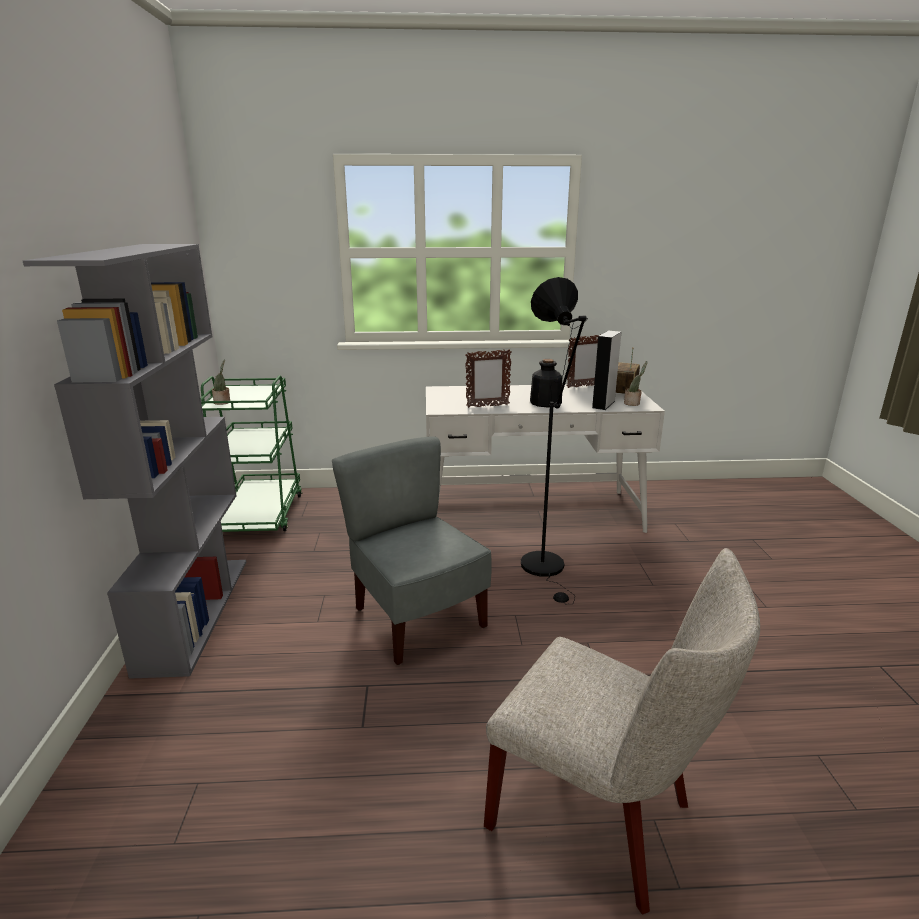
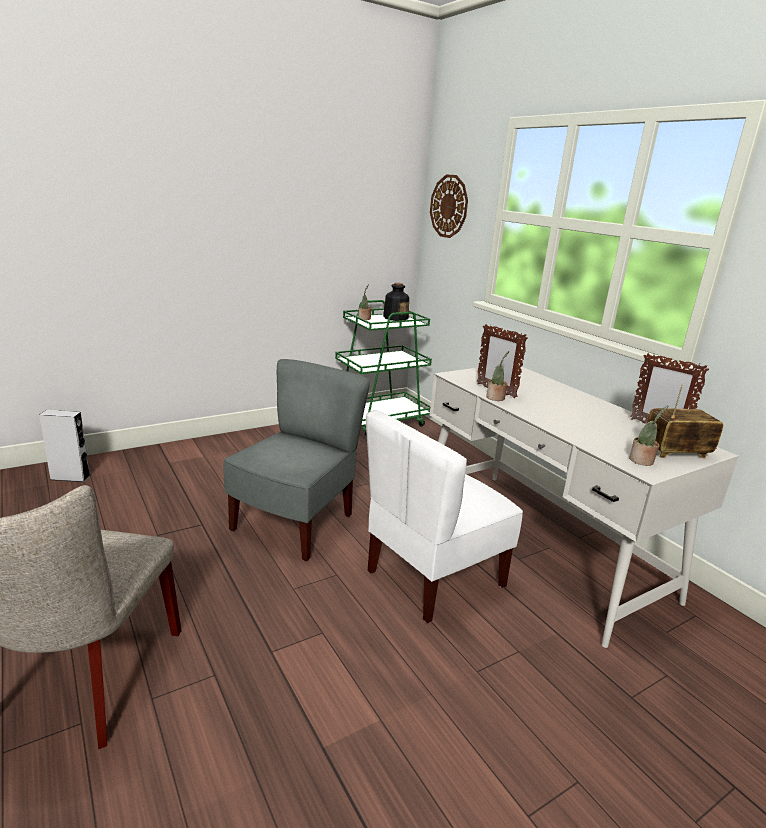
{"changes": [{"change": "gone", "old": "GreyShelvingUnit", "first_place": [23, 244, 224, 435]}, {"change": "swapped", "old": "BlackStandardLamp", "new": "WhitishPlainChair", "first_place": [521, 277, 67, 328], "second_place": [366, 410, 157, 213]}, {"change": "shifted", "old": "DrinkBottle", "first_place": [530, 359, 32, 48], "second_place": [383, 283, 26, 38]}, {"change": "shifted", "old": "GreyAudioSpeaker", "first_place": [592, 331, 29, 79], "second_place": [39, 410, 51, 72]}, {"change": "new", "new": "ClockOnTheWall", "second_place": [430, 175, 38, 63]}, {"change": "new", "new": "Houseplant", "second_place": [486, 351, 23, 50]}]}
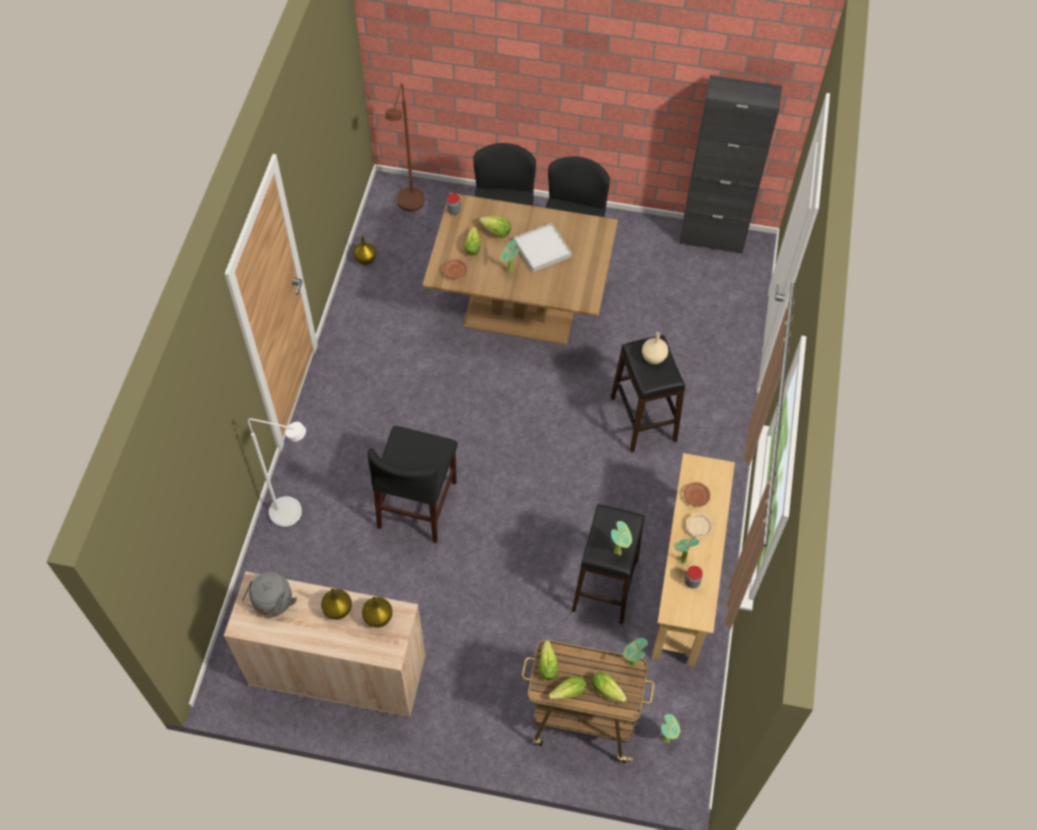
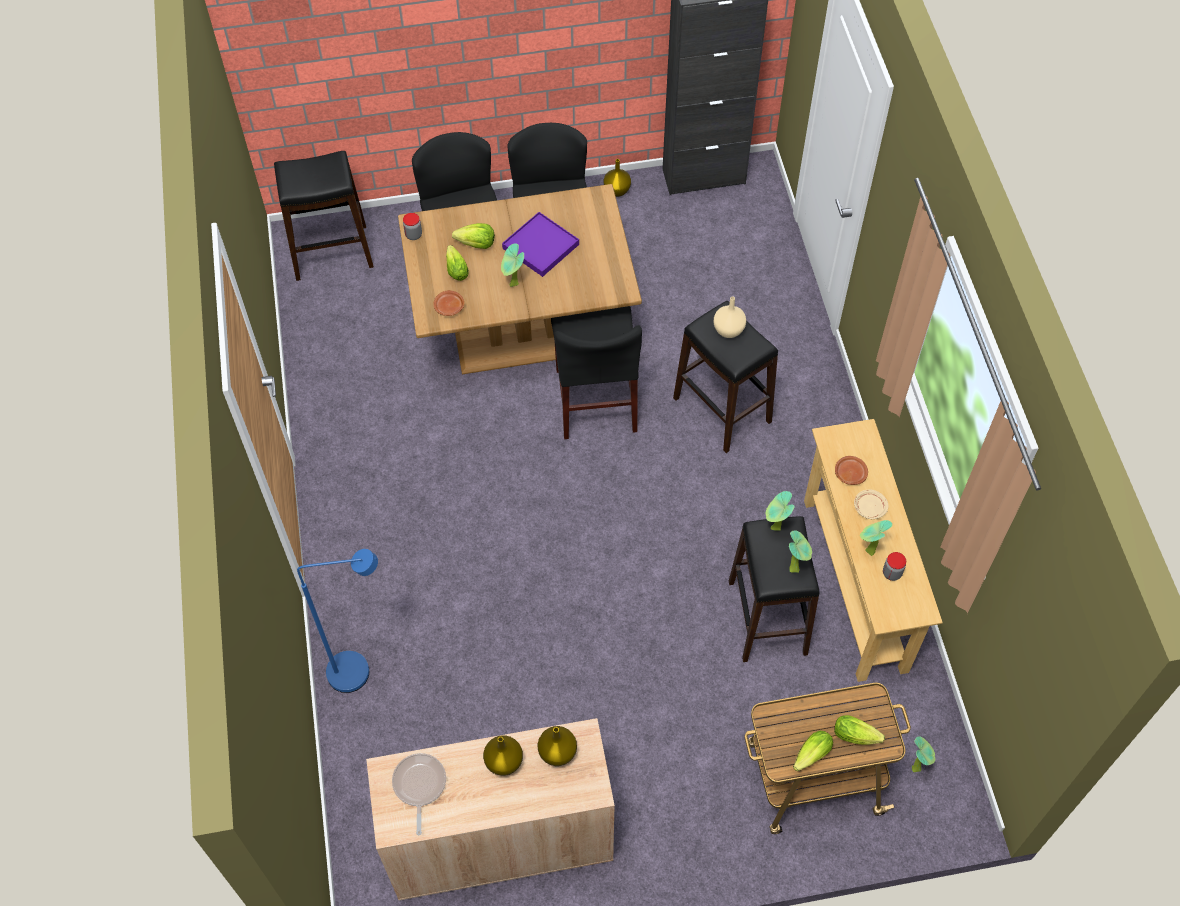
{"changes": [{"change": "swapped", "old": "GreyTeaKettle", "new": "Pan", "first_place": [242, 572, 55, 45], "second_place": [392, 753, 54, 82]}, {"change": "repainted", "old": "WhitishStandardLamp", "new": "BlueStandardLamp", "first_place": [248, 418, 58, 110], "second_place": [297, 549, 81, 144]}, {"change": "shifted", "old": "YellowDecorativeVase", "first_place": [353, 235, 23, 30], "second_place": [604, 159, 27, 38]}, {"change": "shifted", "old": "BlackPlainChair", "first_place": [368, 426, 90, 117], "second_place": [551, 306, 91, 133]}, {"change": "swapped", "old": "BrownColouredStandardLamp", "new": "BlackStoolSeat", "first_place": [385, 83, 40, 128], "second_place": [274, 151, 100, 130]}, {"change": "repainted", "old": "WhitishTray", "new": "PurplishTray", "first_place": [514, 223, 58, 49], "second_place": [502, 212, 77, 65]}, {"change": "gone", "old": "HeadOfLettuce", "first_place": [539, 641, 20, 39]}, {"change": "shifted", "old": "Houseplant", "first_place": [623, 638, 25, 28], "second_place": [766, 491, 28, 40]}]}
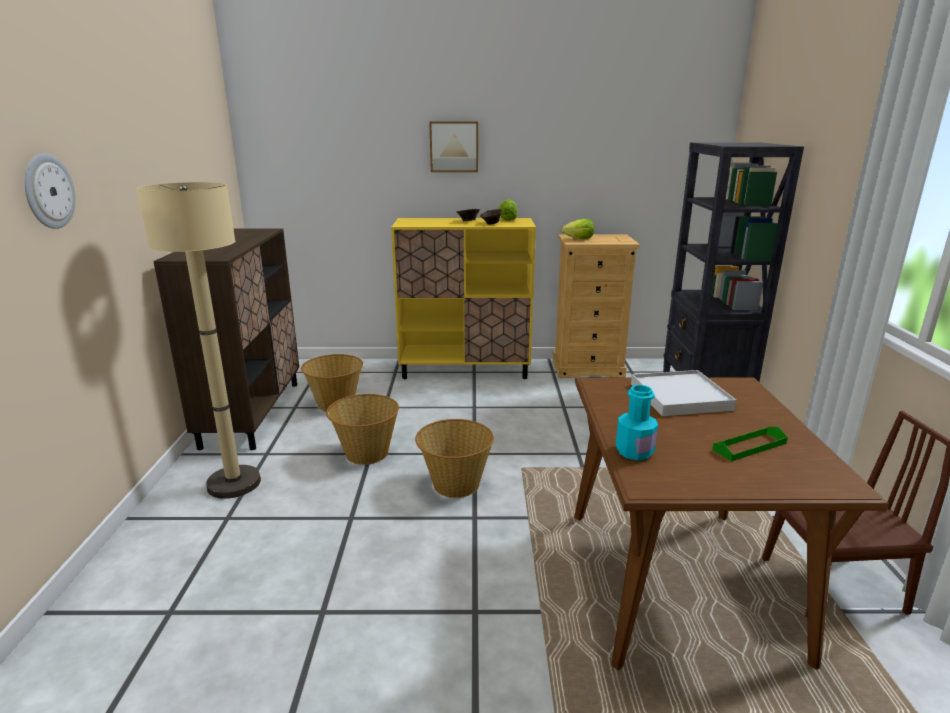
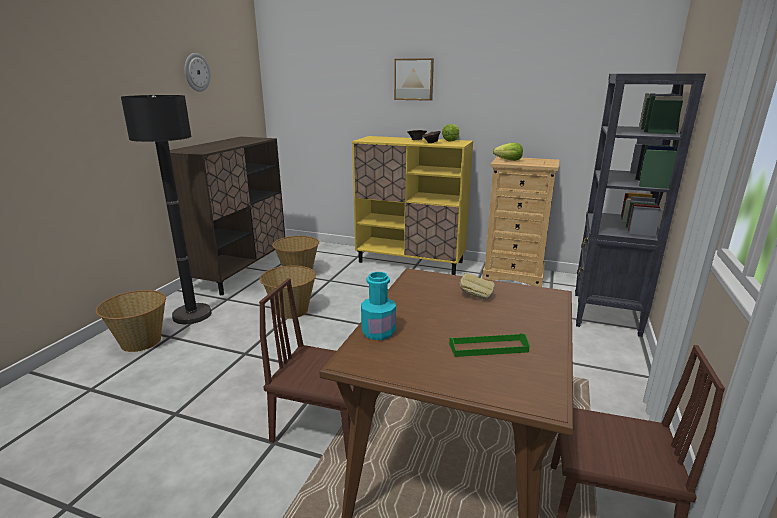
{"changes": [{"change": "shifted", "old": "ClockOnTheWall", "first_place": [24, 153, 52, 76], "second_place": [185, 53, 26, 39]}, {"change": "repainted", "old": "SandColouredStandardLamp", "new": "BlackStandardLamp", "first_place": [137, 182, 124, 317], "second_place": [121, 95, 91, 229]}, {"change": "shifted", "old": "StorageBasket", "first_place": [415, 419, 79, 79], "second_place": [95, 290, 71, 62]}, {"change": "swapped", "old": "WhitishTray", "new": "Bread", "first_place": [631, 370, 105, 46], "second_place": [459, 273, 36, 26]}, {"change": "new", "new": "BrownColouredPlainChair", "second_place": [259, 278, 116, 181]}]}
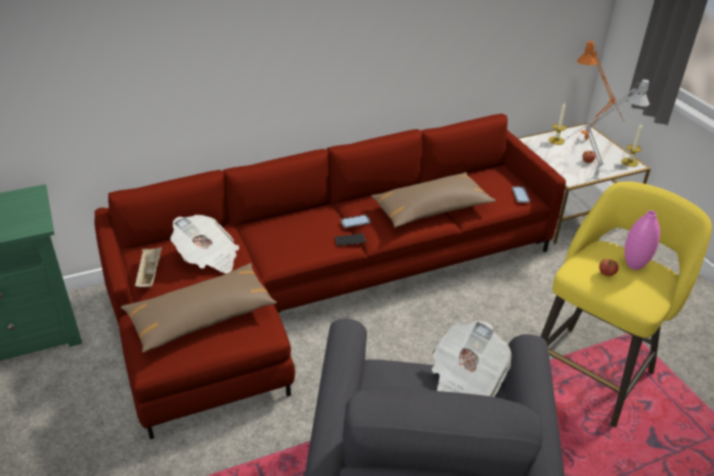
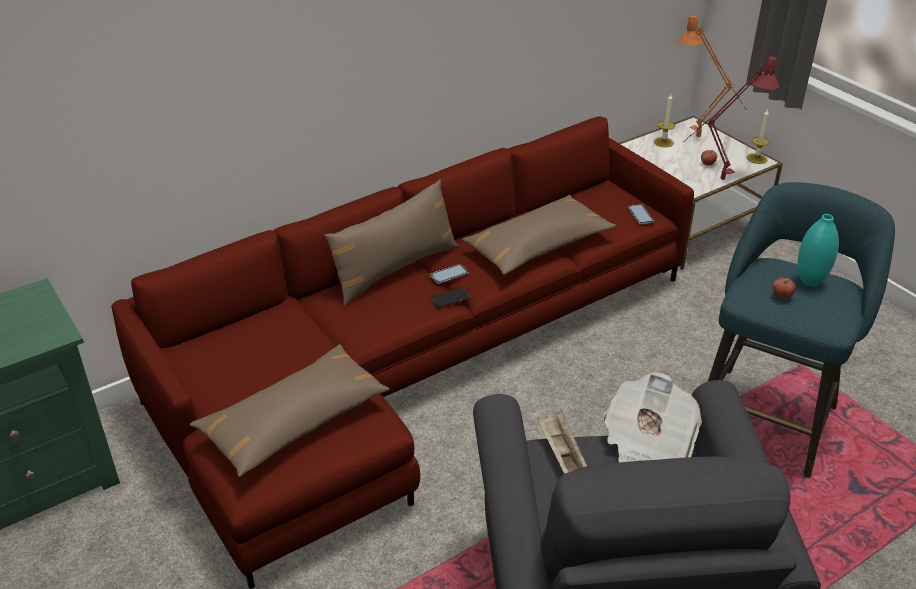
{"changes": [{"change": "shifted", "old": "SandColouredTray", "first_place": [135, 247, 27, 40], "second_place": [537, 410, 50, 64]}, {"change": "gone", "old": "PrintedPaper", "first_place": [171, 215, 68, 59]}, {"change": "repainted", "old": "YellowStoolSeat", "new": "TurquoiseStoolSeat", "first_place": [540, 181, 172, 246], "second_place": [708, 182, 187, 296]}, {"change": "repainted", "old": "GreyTableLamp", "new": "RedTableLamp", "first_place": [565, 79, 85, 97], "second_place": [682, 57, 98, 123]}, {"change": "repainted", "old": "PinkishDecorativeVase", "new": "TurquoiseDecorativeVase", "first_place": [624, 211, 36, 59], "second_place": [797, 214, 42, 73]}, {"change": "new", "new": "BrownColouredCushion", "second_place": [325, 180, 133, 126]}]}
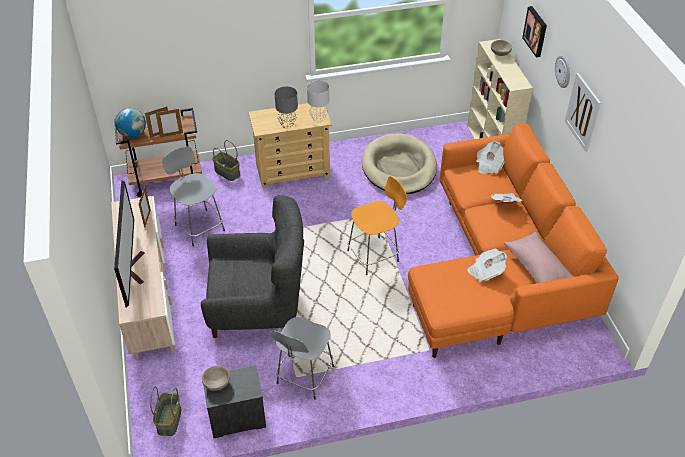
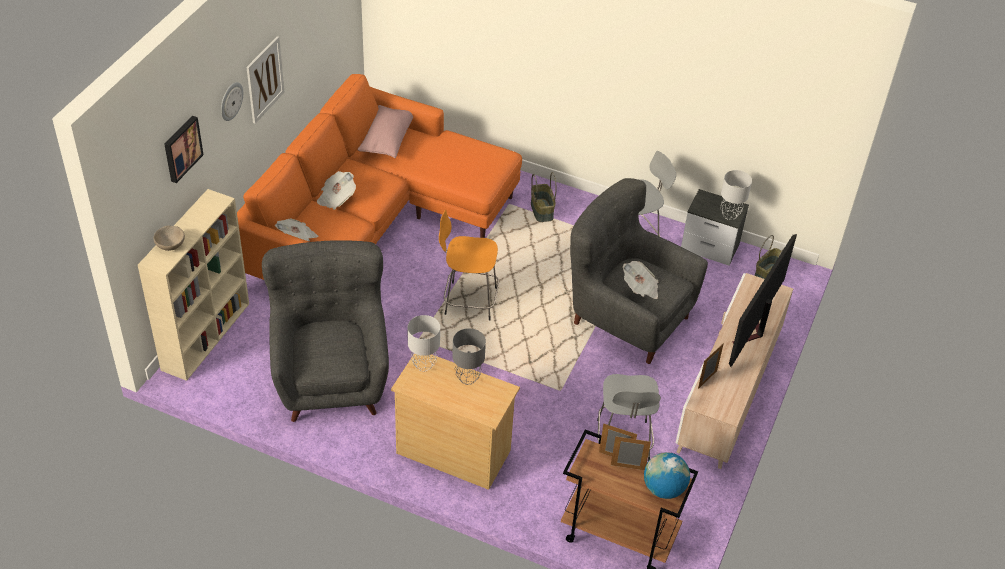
{"changes": [{"change": "swapped", "old": "SandColouredDeepDish", "new": "GreyTableLamp", "first_place": [202, 366, 28, 25], "second_place": [720, 170, 32, 50]}, {"change": "shifted", "old": "StorageBasket", "first_place": [212, 140, 28, 41], "second_place": [531, 172, 26, 50]}, {"change": "swapped", "old": "SandColouredDogBed", "new": "GreyEasyChair", "first_place": [362, 133, 75, 61], "second_place": [262, 240, 127, 182]}, {"change": "shifted", "old": "PrintedPaper", "first_place": [467, 249, 40, 33], "second_place": [623, 261, 35, 38]}]}
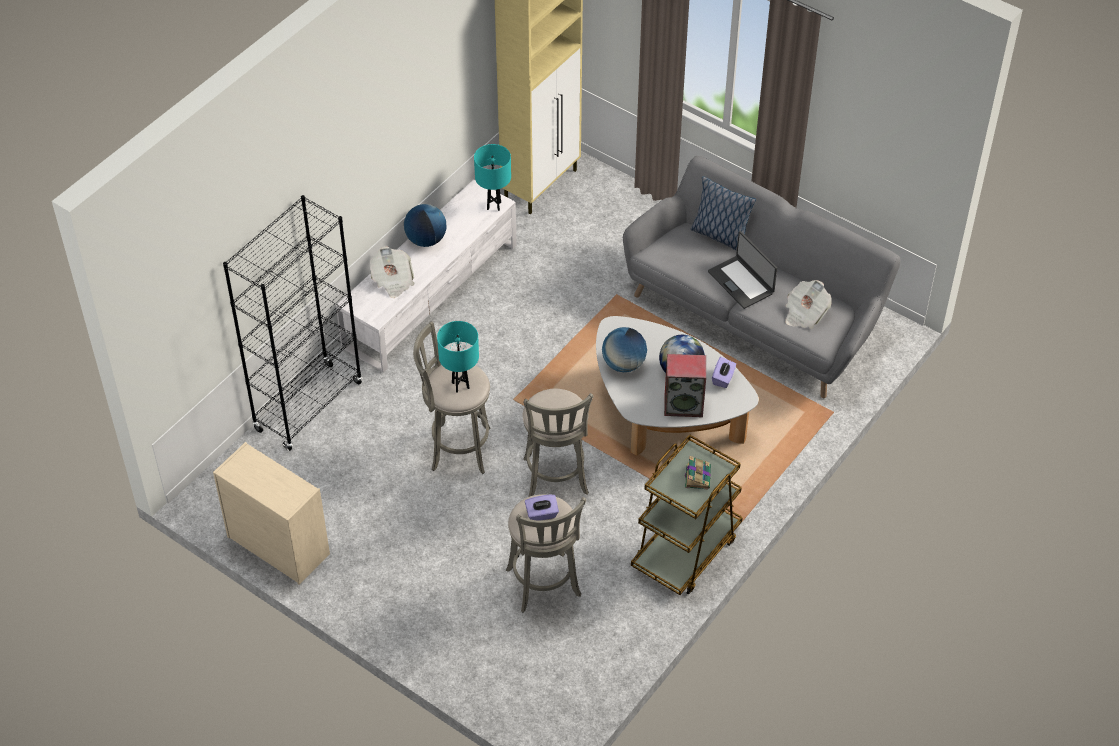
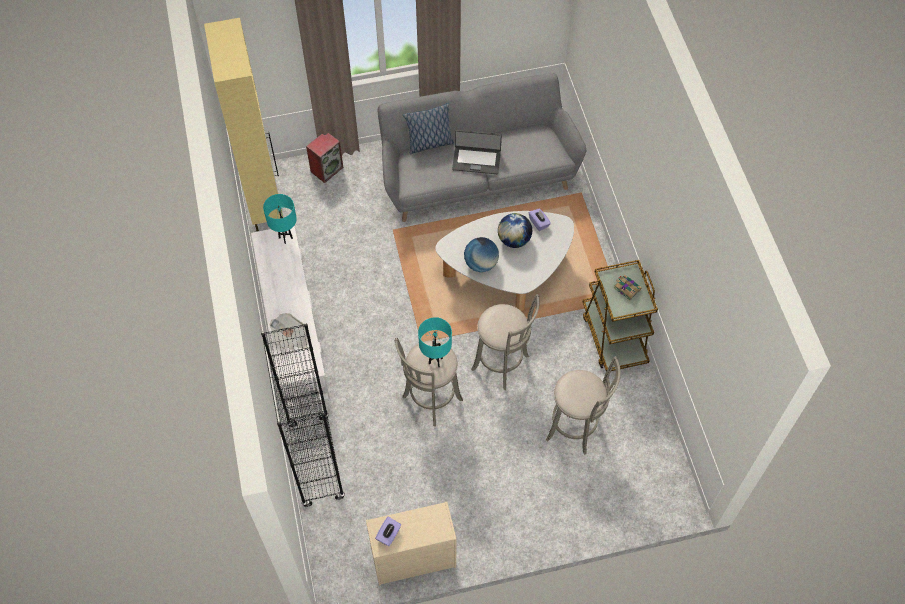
{"changes": [{"change": "gone", "old": "WorldGlobe", "first_place": [404, 204, 42, 43]}, {"change": "shifted", "old": "PurplishBoxOfTissues", "first_place": [525, 495, 34, 26], "second_place": [375, 516, 26, 30]}, {"change": "shifted", "old": "AudioSpeaker", "first_place": [664, 354, 42, 63], "second_place": [306, 133, 37, 50]}, {"change": "gone", "old": "PrintedPaper", "first_place": [785, 280, 47, 49]}]}
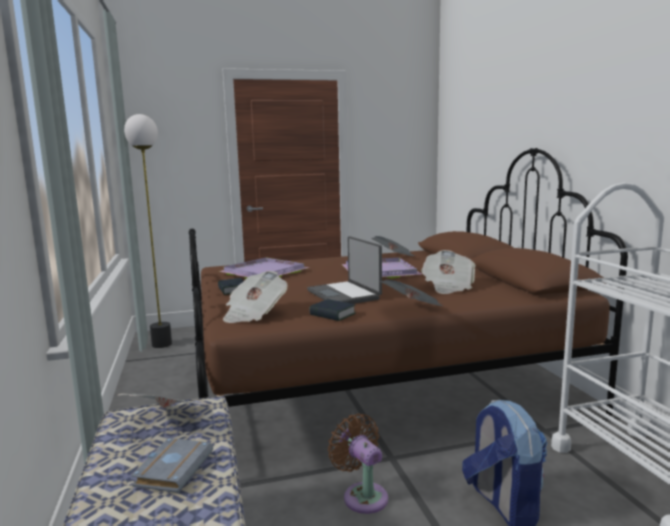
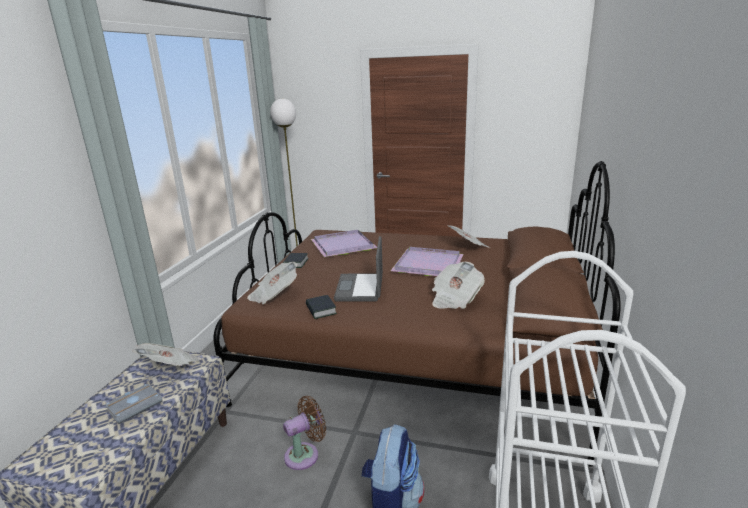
{"changes": [{"change": "rotated", "old": "BrownColouredFan", "first_place": [328, 414, 60, 100], "second_place": [283, 396, 43, 74], "degrees": 60}, {"change": "gone", "old": "PrintedPaper", "first_place": [379, 280, 65, 26]}]}
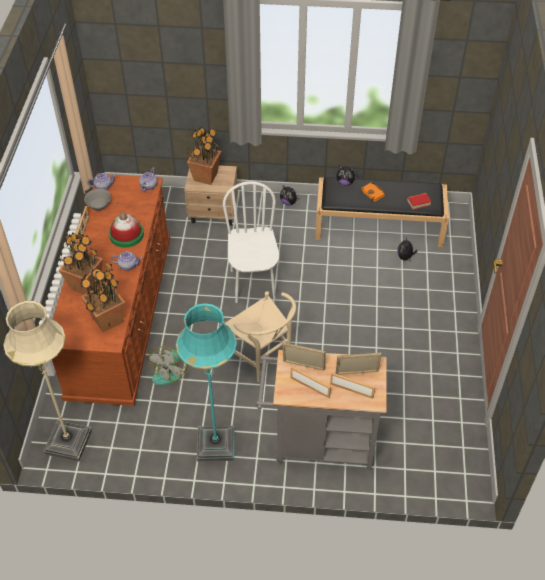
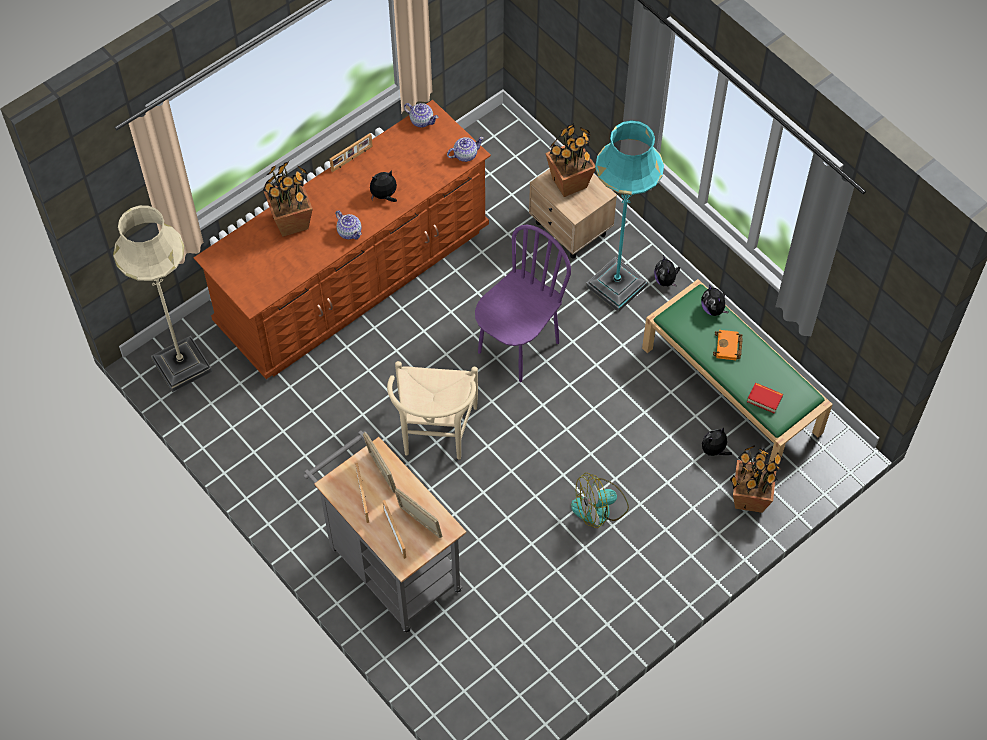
{"changes": [{"change": "shifted", "old": "Houseplant", "first_place": [81, 261, 44, 71], "second_place": [730, 445, 53, 68]}, {"change": "gone", "old": "GreyDeepDish", "first_place": [84, 189, 27, 22]}, {"change": "swapped", "old": "WearableHat", "new": "PlushToy", "first_place": [109, 212, 35, 36], "second_place": [370, 170, 27, 32]}, {"change": "shifted", "old": "Fan", "first_place": [149, 346, 39, 39], "second_place": [571, 473, 58, 55]}, {"change": "shifted", "old": "TurquoiseStandardLamp", "first_place": [176, 303, 61, 159], "second_place": [586, 120, 78, 192]}, {"change": "repainted", "old": "WhitishPlainChair", "new": "PurplishPlainChair", "first_place": [223, 181, 56, 122], "second_place": [475, 225, 96, 157]}, {"change": "repainted", "old": "BlackIndoorBench", "new": "GreenIndoorBench", "first_place": [315, 177, 134, 70], "second_place": [642, 279, 191, 190]}]}
